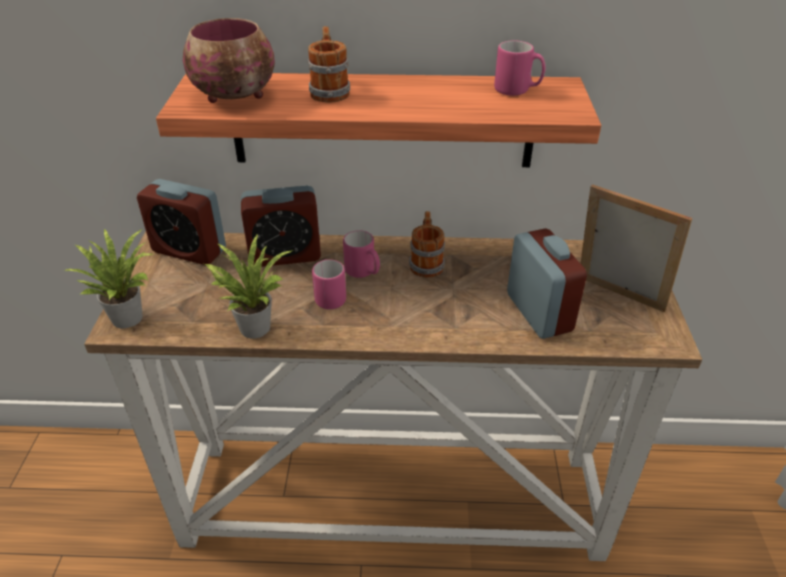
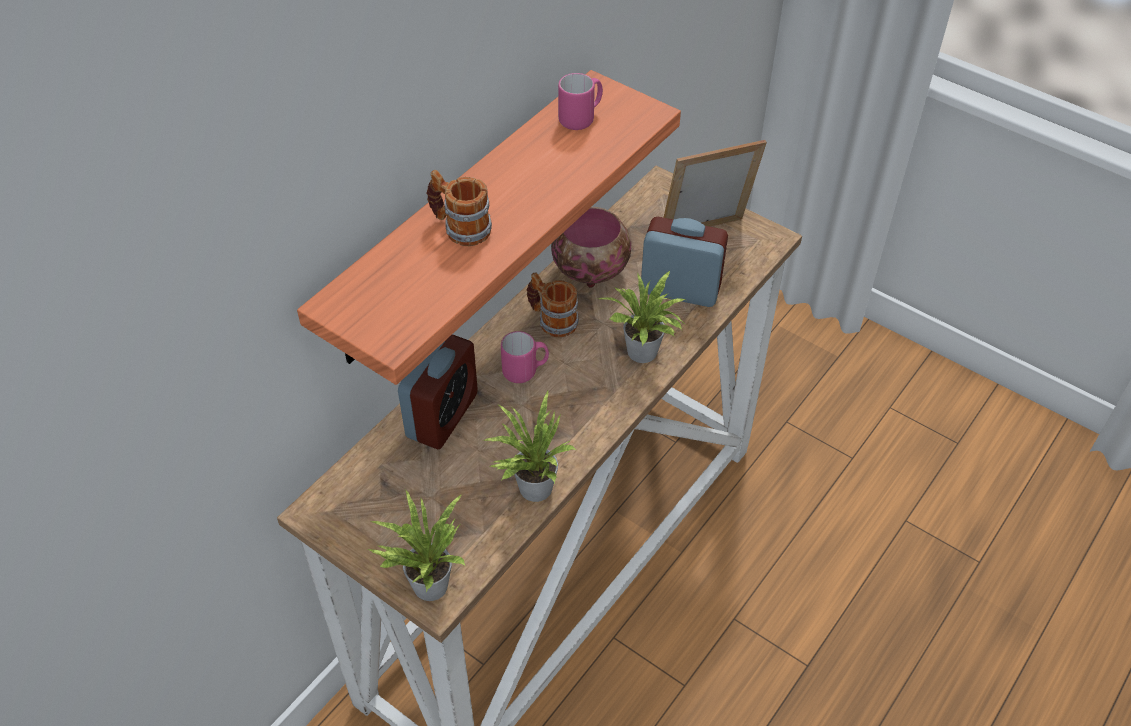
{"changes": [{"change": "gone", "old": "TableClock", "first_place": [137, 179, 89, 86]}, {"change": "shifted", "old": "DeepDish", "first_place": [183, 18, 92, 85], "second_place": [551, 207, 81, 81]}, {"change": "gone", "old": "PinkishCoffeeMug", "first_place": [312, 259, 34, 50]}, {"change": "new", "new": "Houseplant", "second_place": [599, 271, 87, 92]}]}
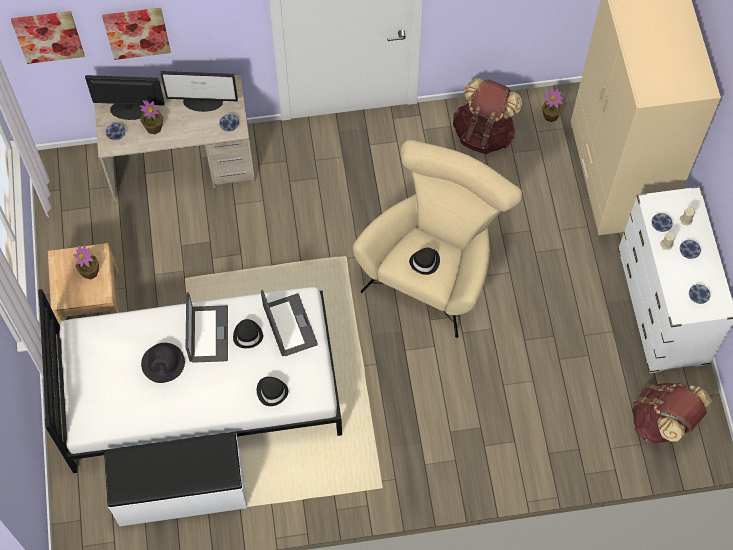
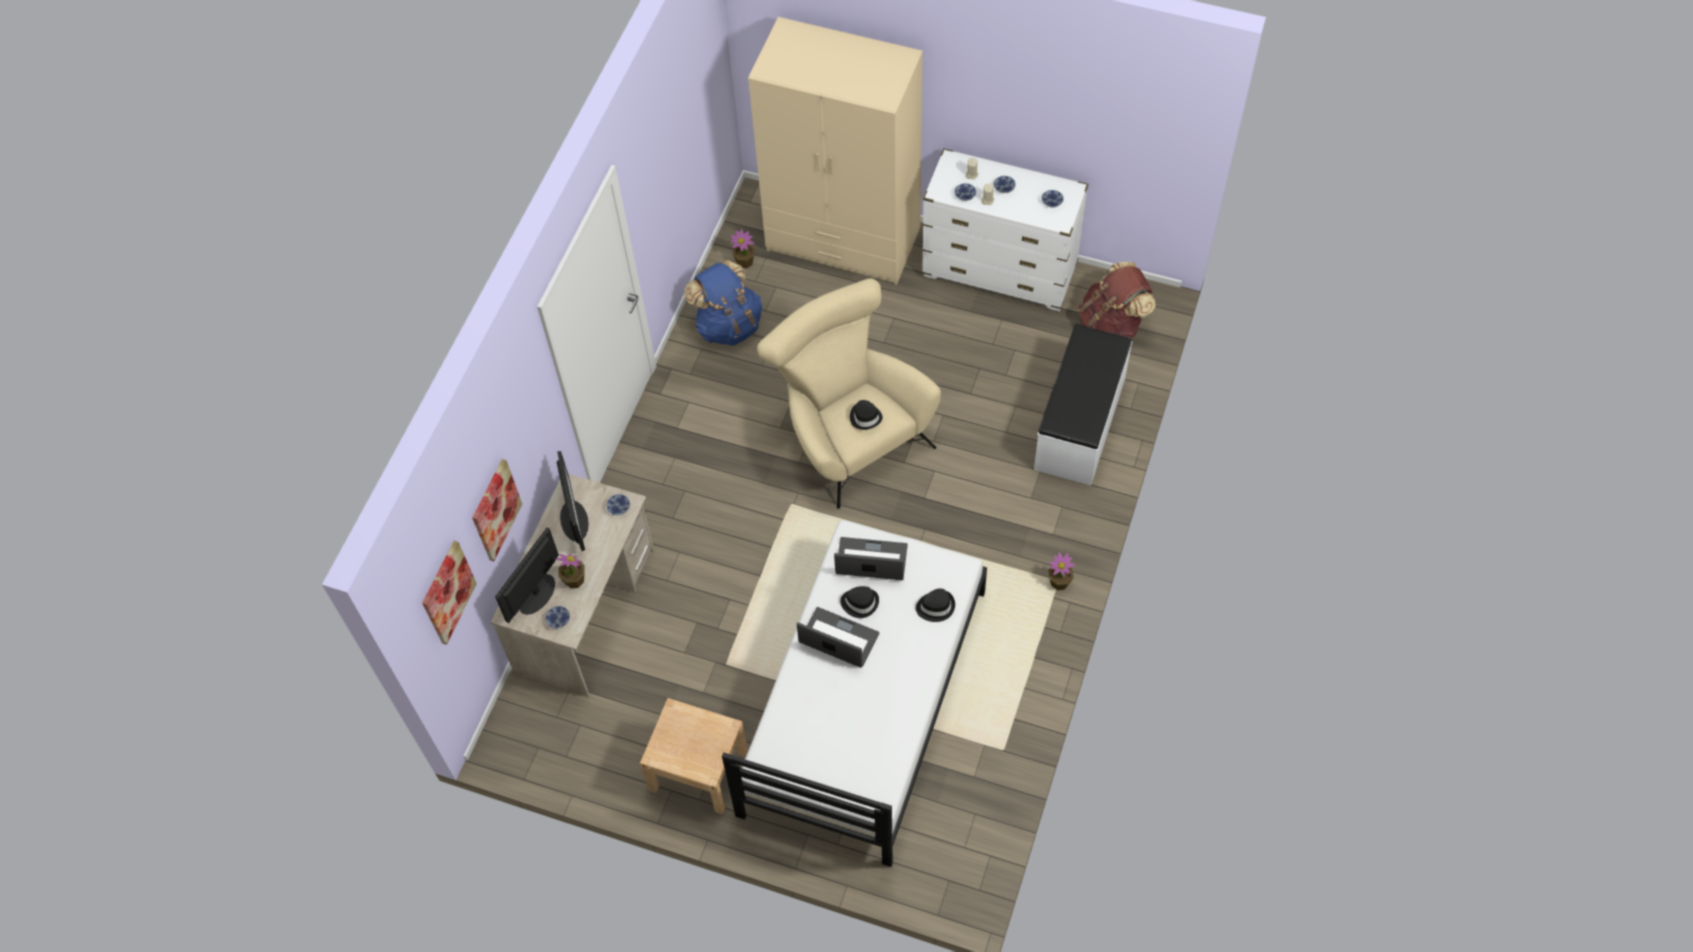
{"changes": [{"change": "shifted", "old": "Houseplant", "first_place": [73, 245, 26, 34], "second_place": [1048, 552, 27, 38]}, {"change": "shifted", "old": "WhitishIndoorBench", "first_place": [104, 432, 143, 94], "second_place": [1034, 324, 98, 161]}, {"change": "gone", "old": "BlackWearableHat", "first_place": [141, 343, 44, 40]}, {"change": "rotated", "old": "ComputerDisplay", "first_place": [161, 71, 77, 41], "second_place": [557, 451, 32, 100], "degrees": -45}, {"change": "repainted", "old": "BrownColouredRucksack", "new": "BlueRucksack", "first_place": [453, 78, 69, 76], "second_place": [684, 260, 78, 86]}]}
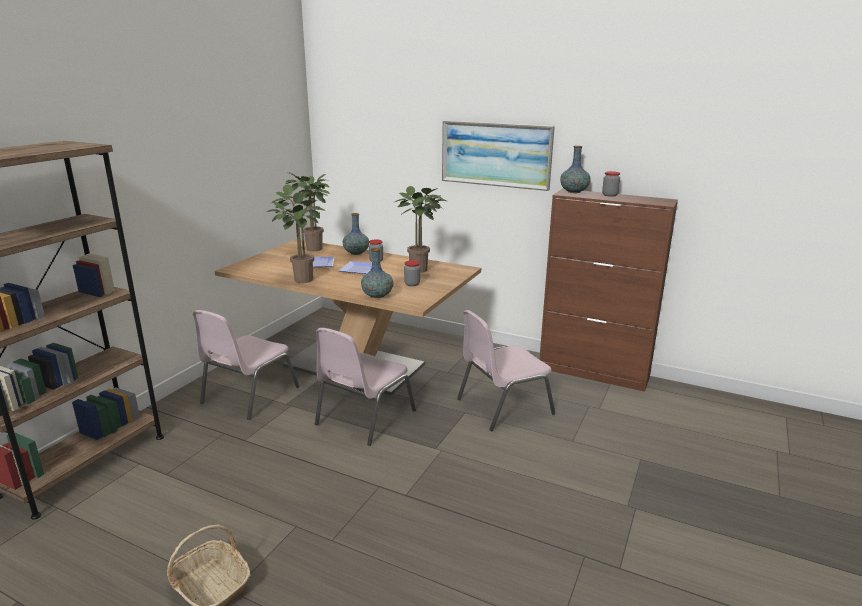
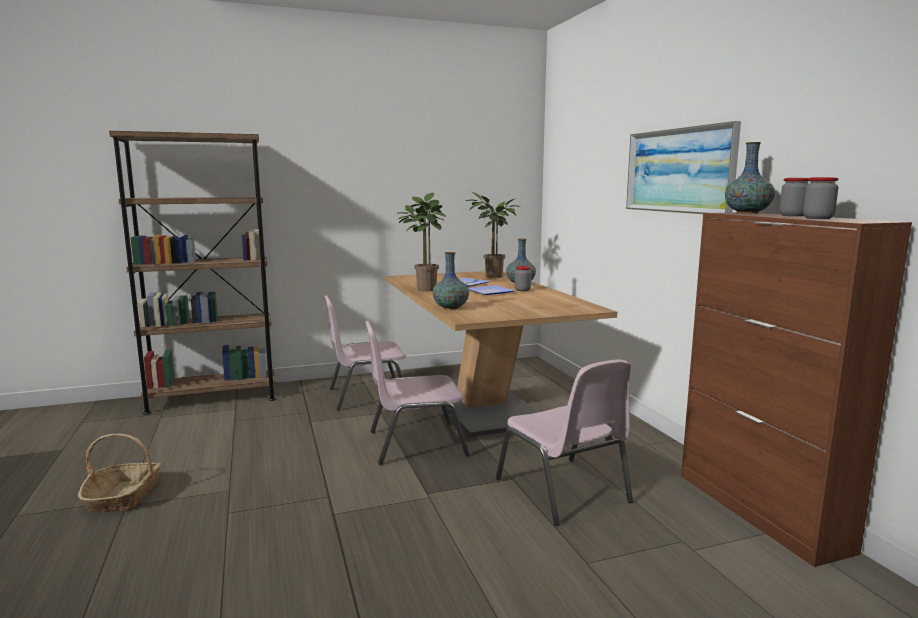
{"changes": [{"change": "gone", "old": "Houseplant", "first_place": [395, 186, 52, 87]}, {"change": "shifted", "old": "PreserveJar", "first_place": [404, 260, 16, 26], "second_place": [803, 177, 36, 42]}, {"change": "rotated", "old": "PinkishPlainChair", "first_place": [457, 310, 98, 121], "second_place": [496, 359, 137, 167], "degrees": -135}]}
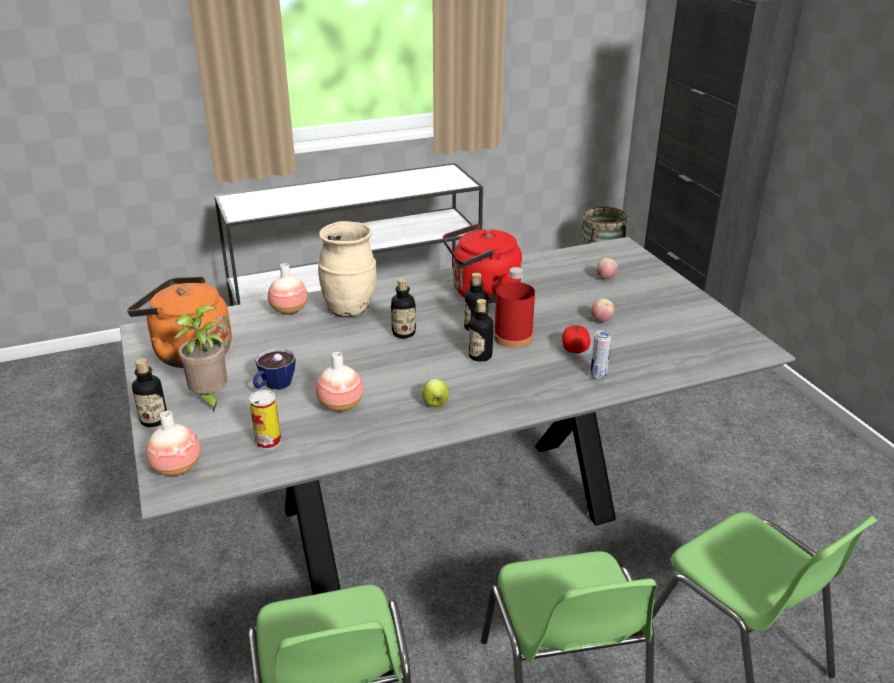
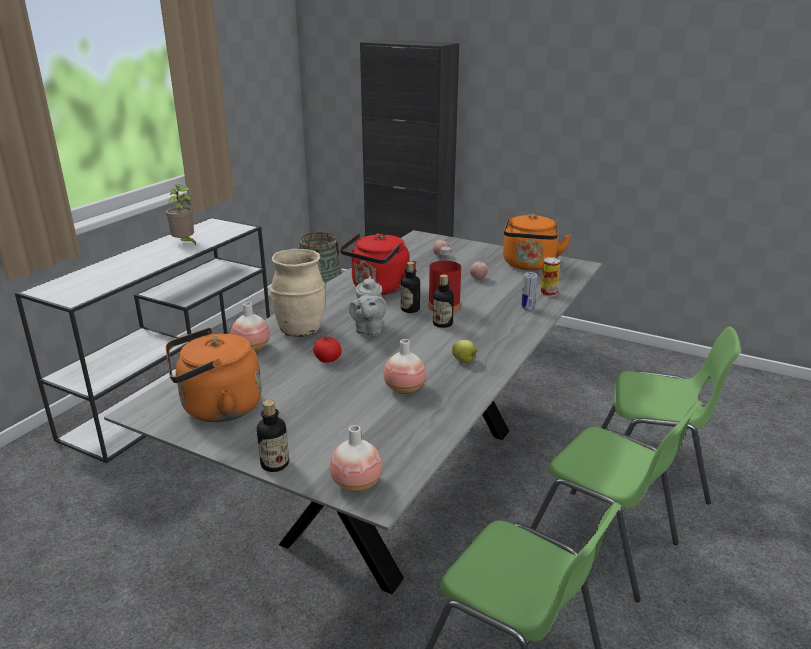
{"changes": [{"change": "shifted", "old": "Houseplant", "first_place": [174, 306, 53, 107], "second_place": [166, 184, 30, 61]}, {"change": "shifted", "old": "SealedCan", "first_place": [249, 390, 32, 60], "second_place": [540, 257, 21, 40]}, {"change": "gone", "old": "Cup", "first_place": [253, 348, 43, 42]}, {"change": "swapped", "old": "DrinkBottle", "new": "GreyTeapot", "first_place": [391, 278, 25, 60], "second_place": [349, 276, 38, 60]}, {"change": "shifted", "old": "FreshTomato", "first_place": [562, 325, 28, 28], "second_place": [313, 336, 29, 27]}, {"change": "new", "new": "OrangeyTeaKettle", "second_place": [503, 214, 68, 56]}]}
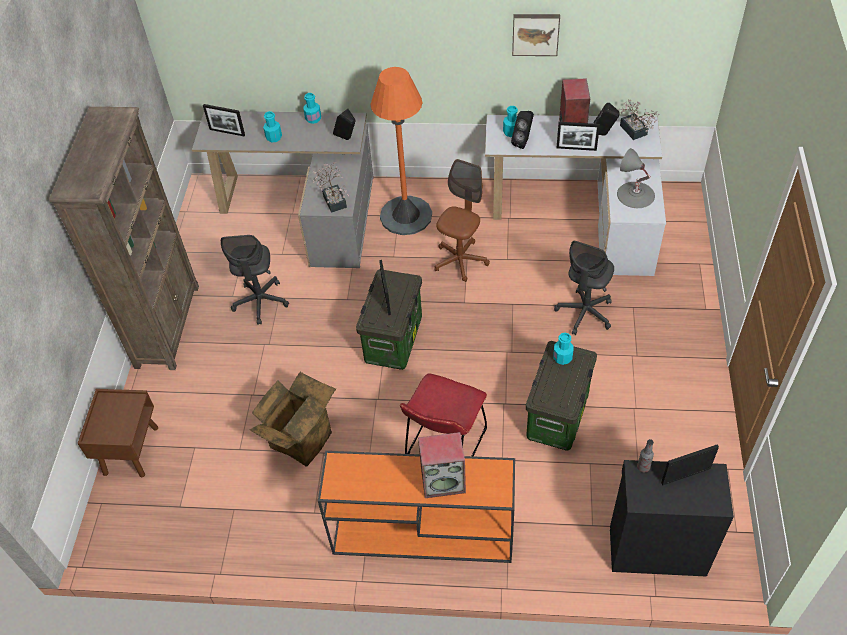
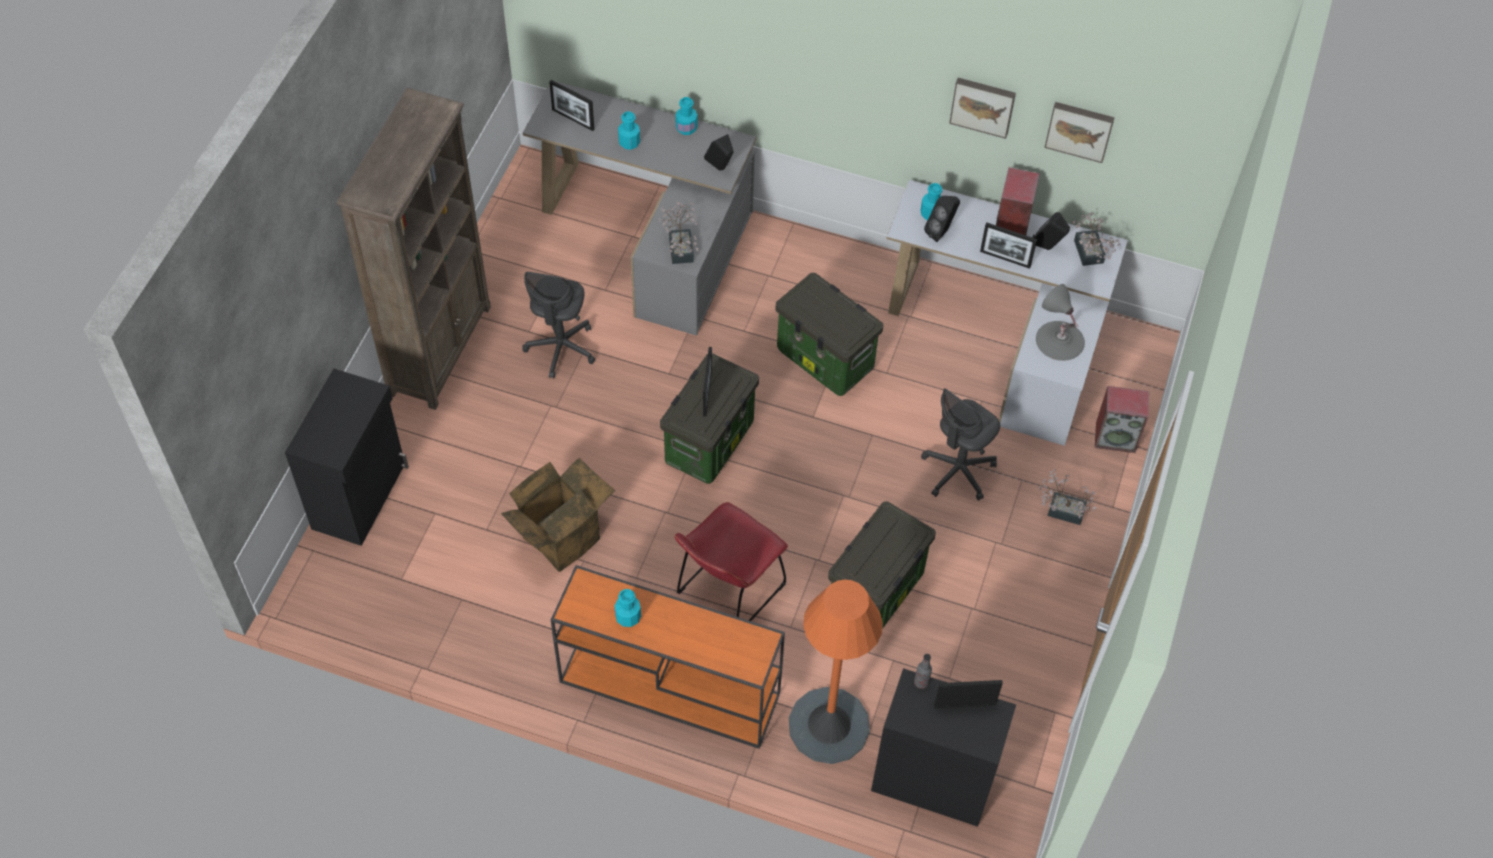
{"changes": [{"change": "swapped", "old": "BrownColouredBedsideTable", "new": "BlackCupboard", "first_place": [77, 389, 81, 88], "second_place": [285, 369, 124, 177]}, {"change": "shifted", "old": "OrangeyStandardLamp", "first_place": [370, 67, 62, 168], "second_place": [789, 580, 94, 184]}, {"change": "shifted", "old": "AudioSpeaker", "first_place": [418, 432, 48, 66], "second_place": [1095, 386, 54, 67]}, {"change": "swapped", "old": "BrownColouredComputerChair", "new": "StorageBin", "first_place": [434, 159, 56, 123], "second_place": [775, 273, 108, 123]}, {"change": "shifted", "old": "TurquoiseDrinkBottle", "first_place": [553, 333, 20, 32], "second_place": [614, 589, 27, 38]}, {"change": "new", "new": "Houseplant", "second_place": [1039, 469, 58, 56]}, {"change": "new", "new": "WallPicture", "second_place": [1044, 102, 71, 61]}]}
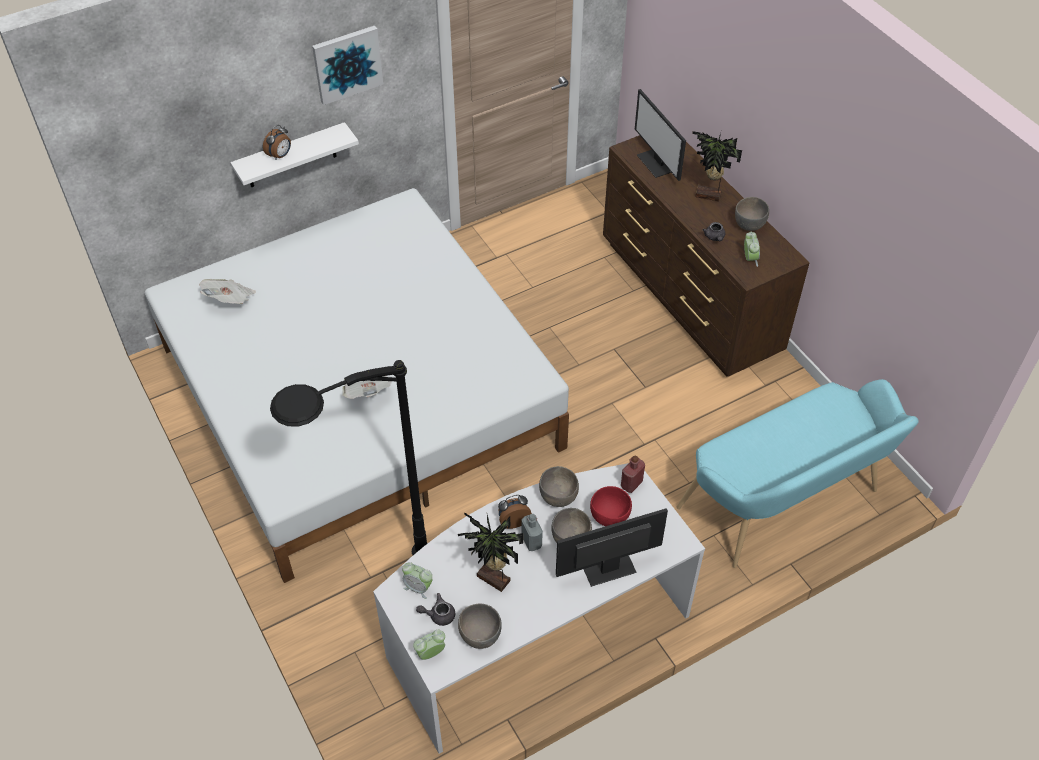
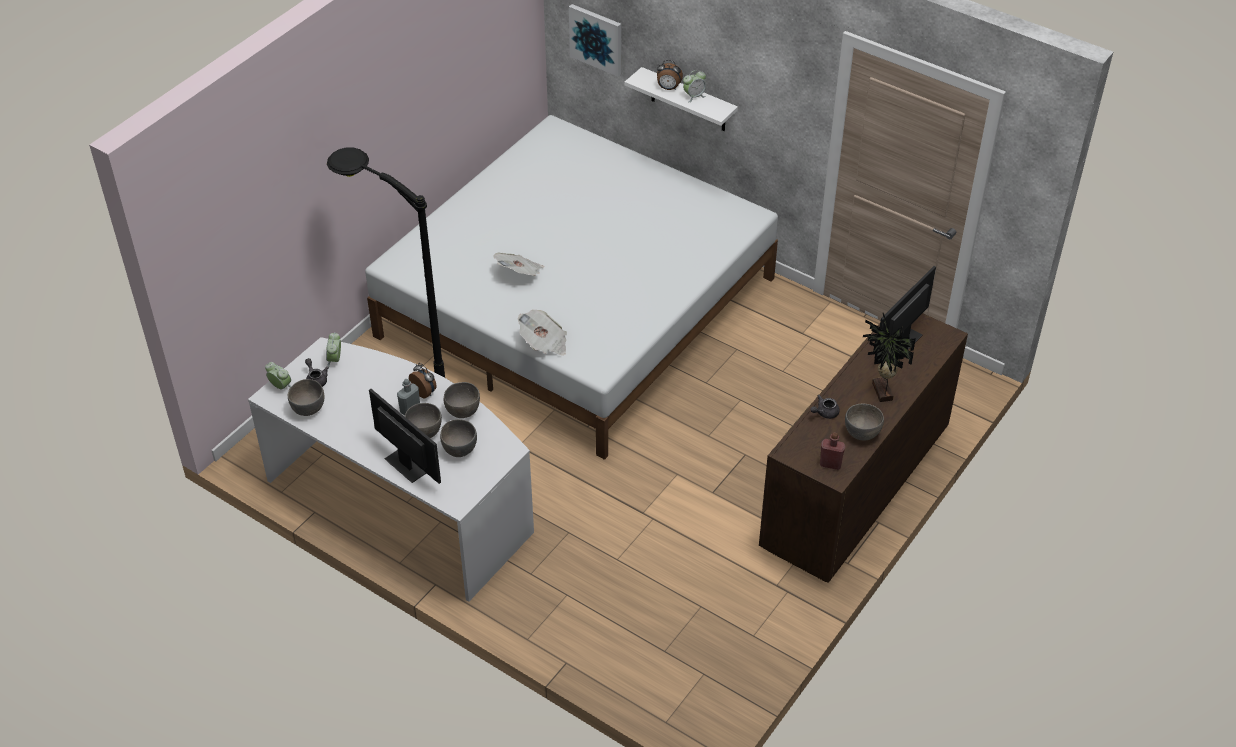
{"changes": [{"change": "shifted", "old": "PrintedPaper", "first_place": [199, 279, 57, 25], "second_place": [518, 310, 49, 45]}, {"change": "shifted", "old": "WallPicture", "first_place": [312, 26, 71, 79], "second_place": [569, 4, 52, 72]}, {"change": "gone", "old": "Houseplant", "first_place": [458, 513, 65, 79]}, {"change": "repainted", "old": "RedDeepDish", "new": "GreyDeepDish", "first_place": [590, 486, 42, 40], "second_place": [440, 419, 37, 38]}, {"change": "shifted", "old": "RedDrinkBottle", "first_place": [621, 455, 24, 38], "second_place": [820, 433, 26, 37]}, {"change": "gone", "old": "TurquoiseIndoorBench", "first_place": [677, 379, 242, 189]}, {"change": "shifted", "old": "TableClock", "first_place": [744, 232, 16, 35], "second_place": [683, 70, 23, 33]}]}
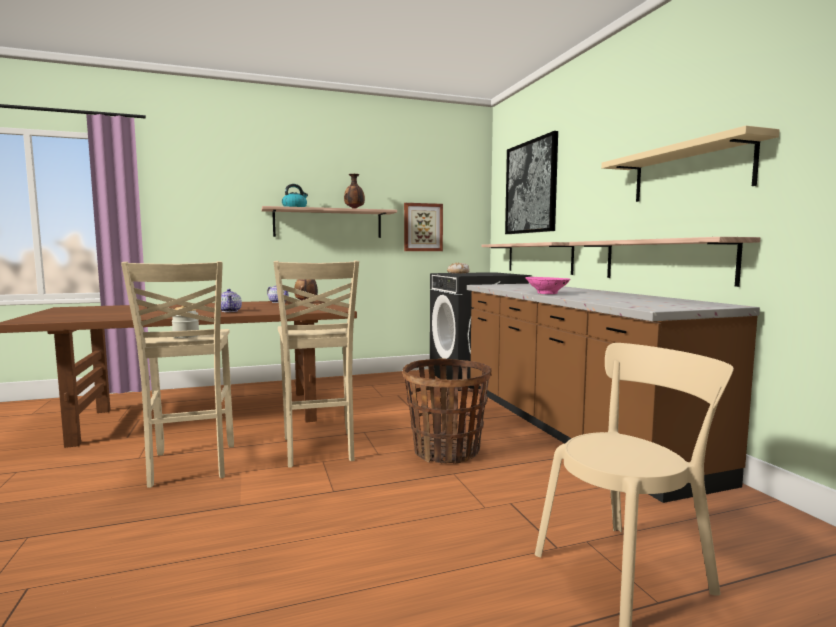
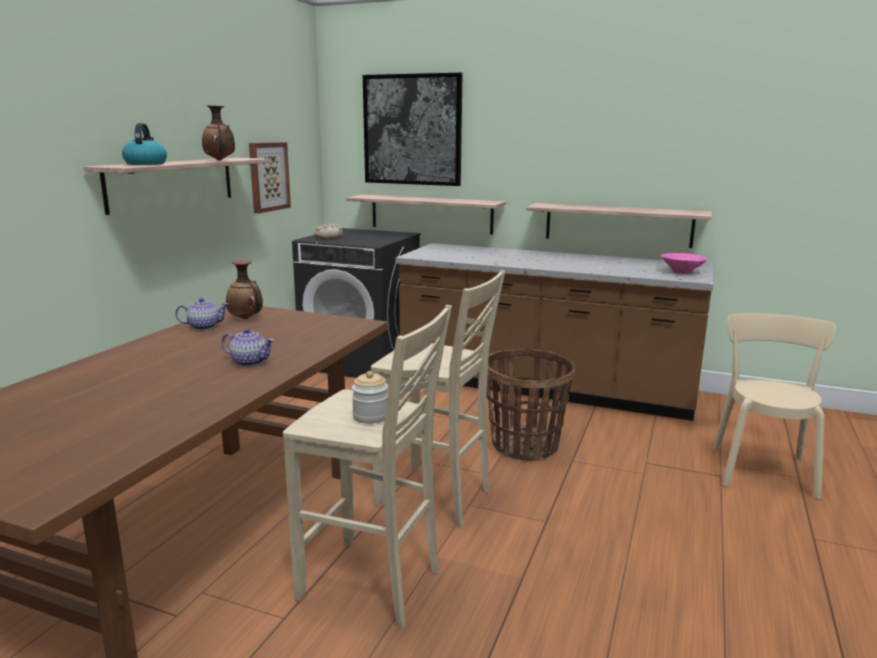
{"changes": [{"change": "shifted", "old": "PinkishDeepDish", "first_place": [525, 277, 46, 17], "second_place": [661, 253, 46, 21]}, {"change": "gone", "old": "SandColouredWallShelf", "first_place": [601, 126, 179, 76]}]}
